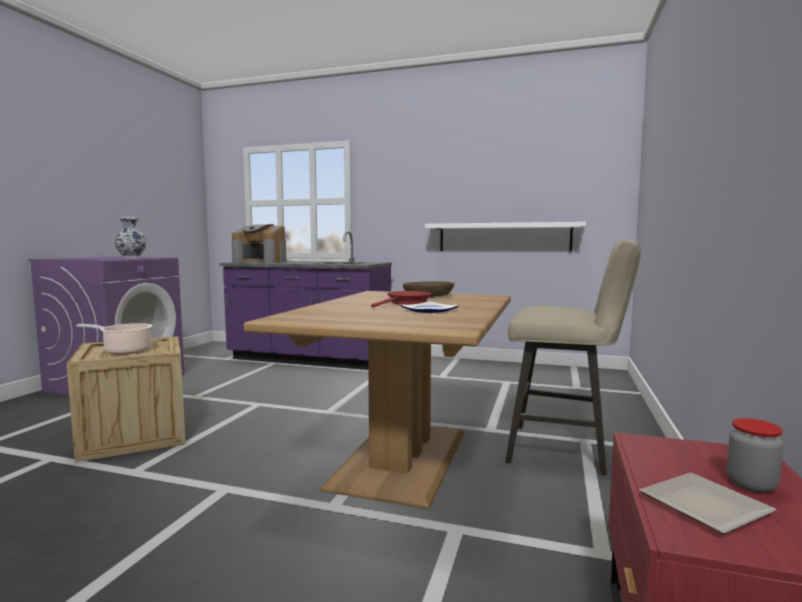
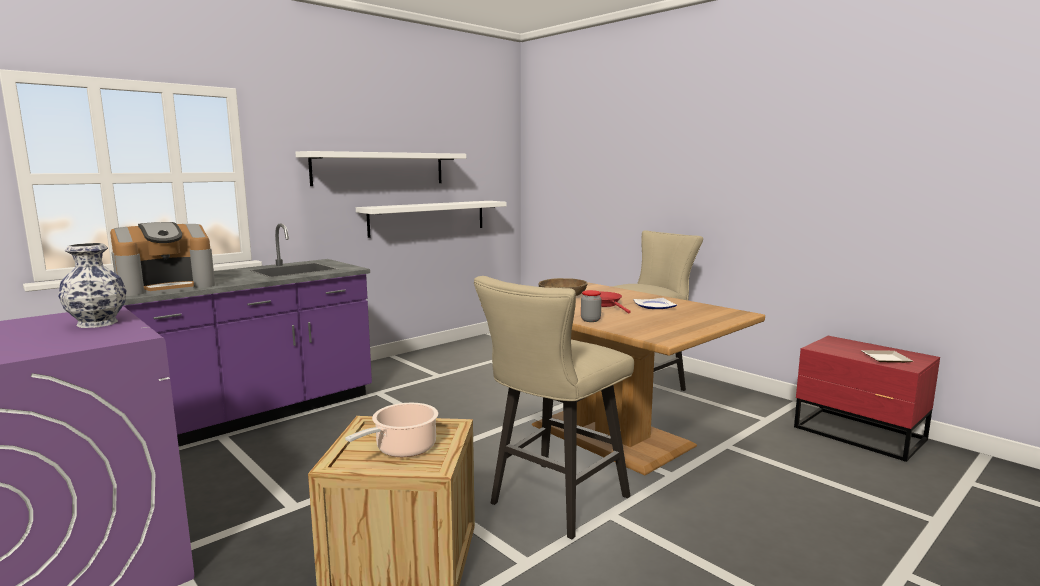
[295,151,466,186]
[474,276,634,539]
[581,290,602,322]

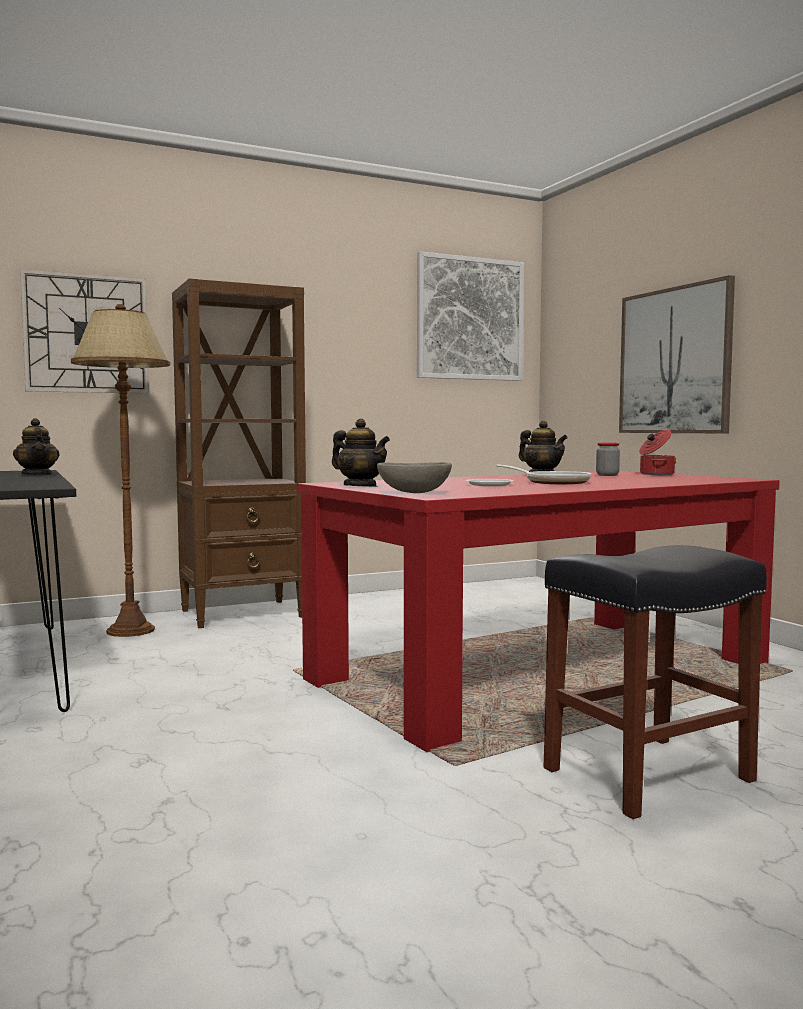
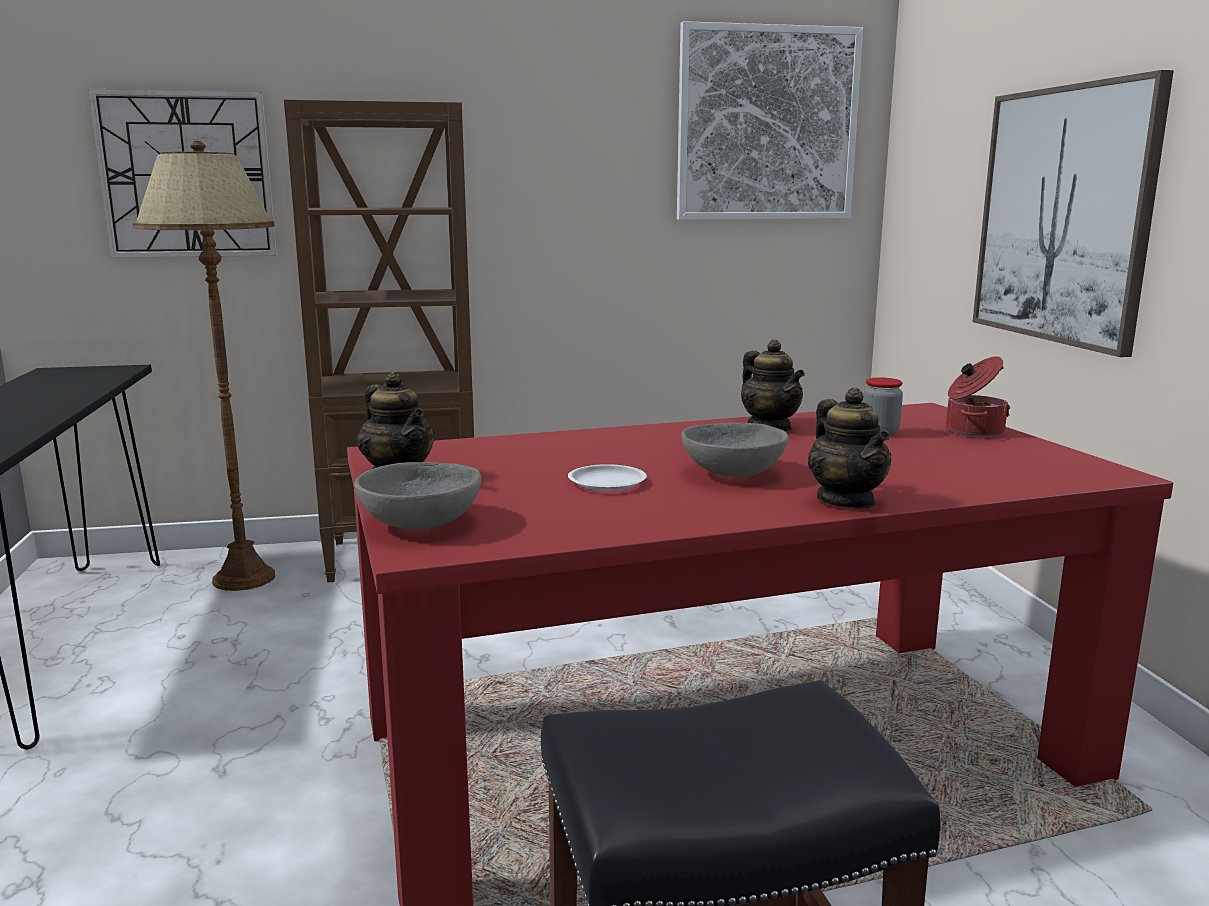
[682,423,789,477]
[808,387,891,509]

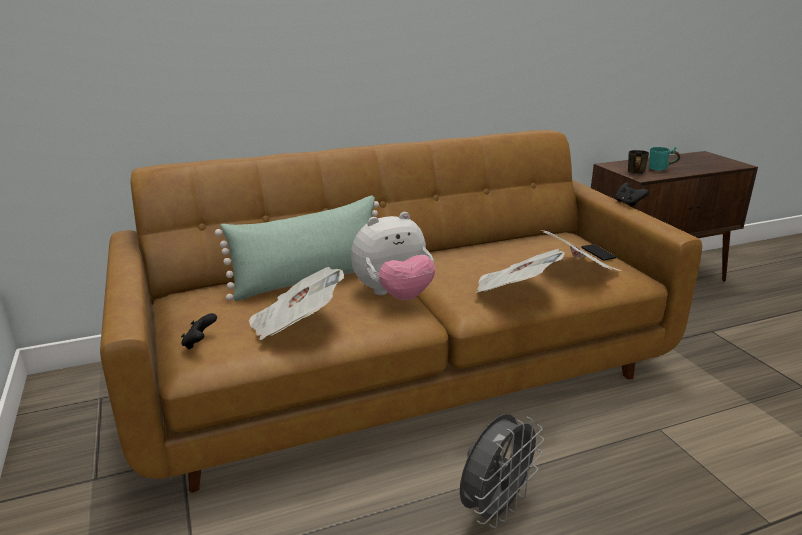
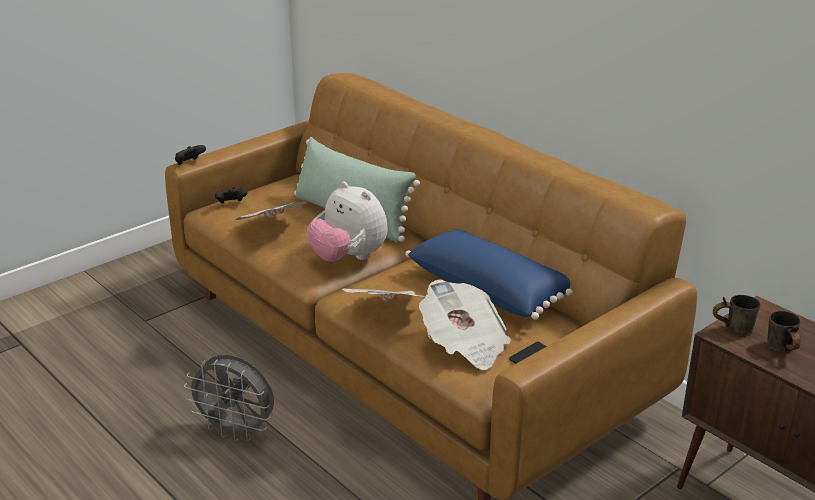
[175,145,206,165]
[405,229,573,320]
[767,311,801,351]

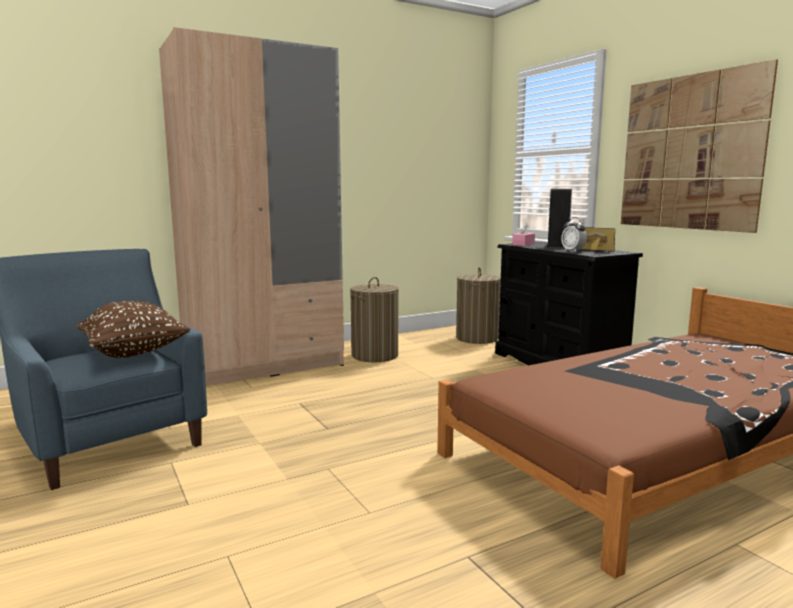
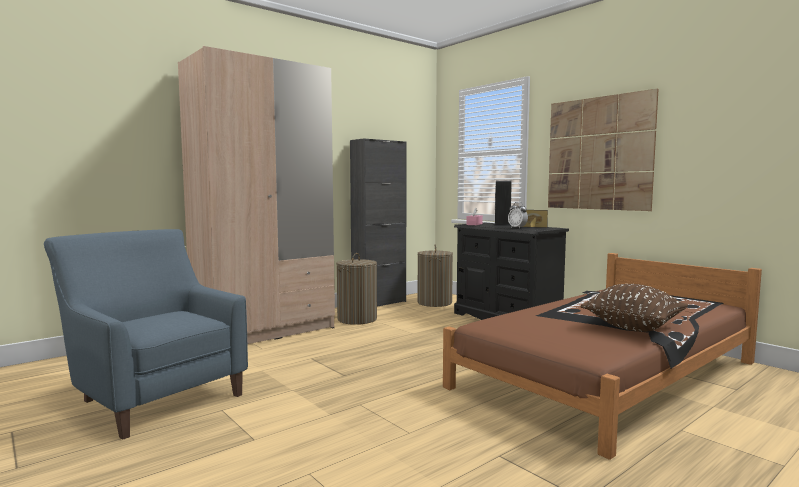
[350,138,407,307]
[581,284,688,332]

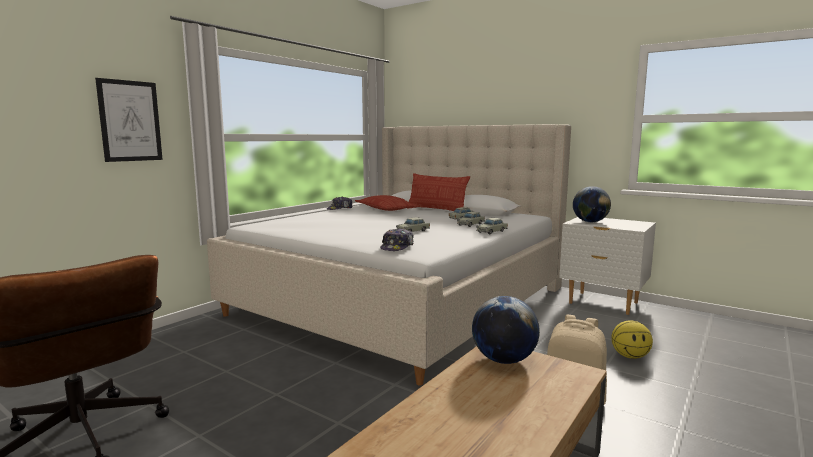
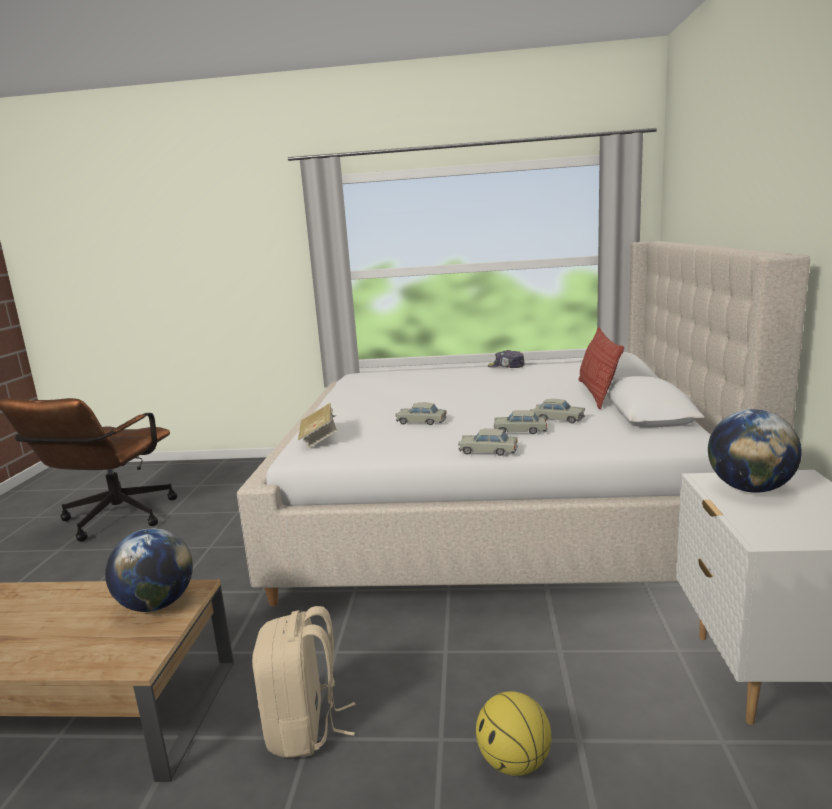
[298,403,337,449]
[95,78,163,162] (first image)
[355,195,419,211] (first image)

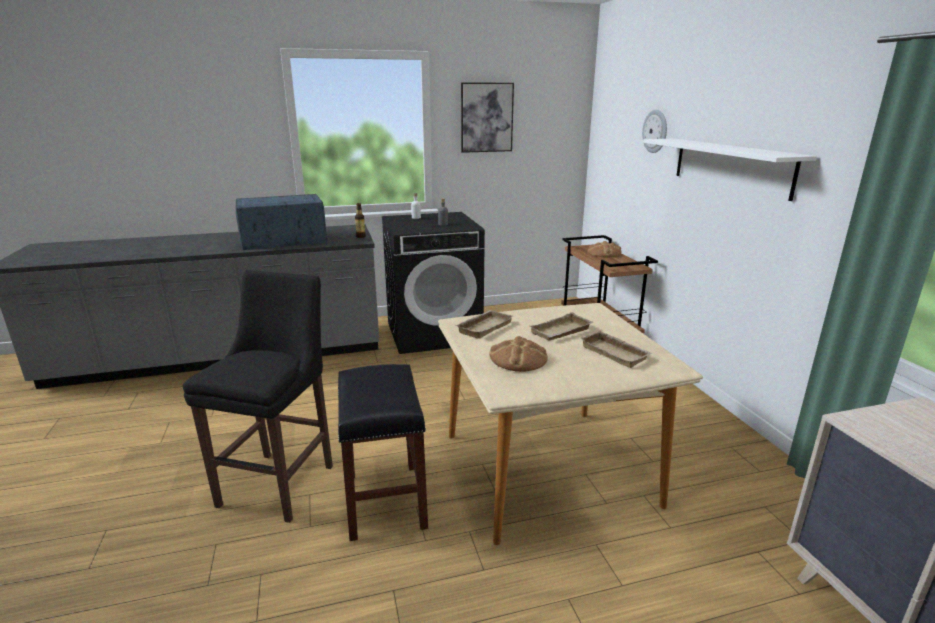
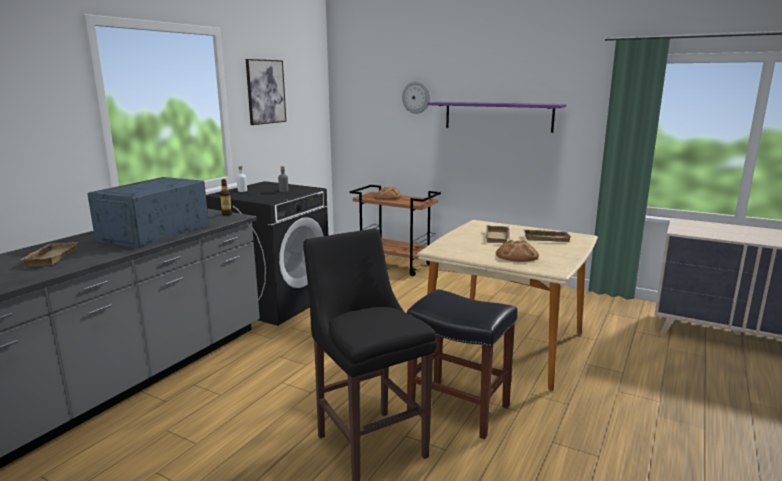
[19,242,78,266]
[427,102,567,133]

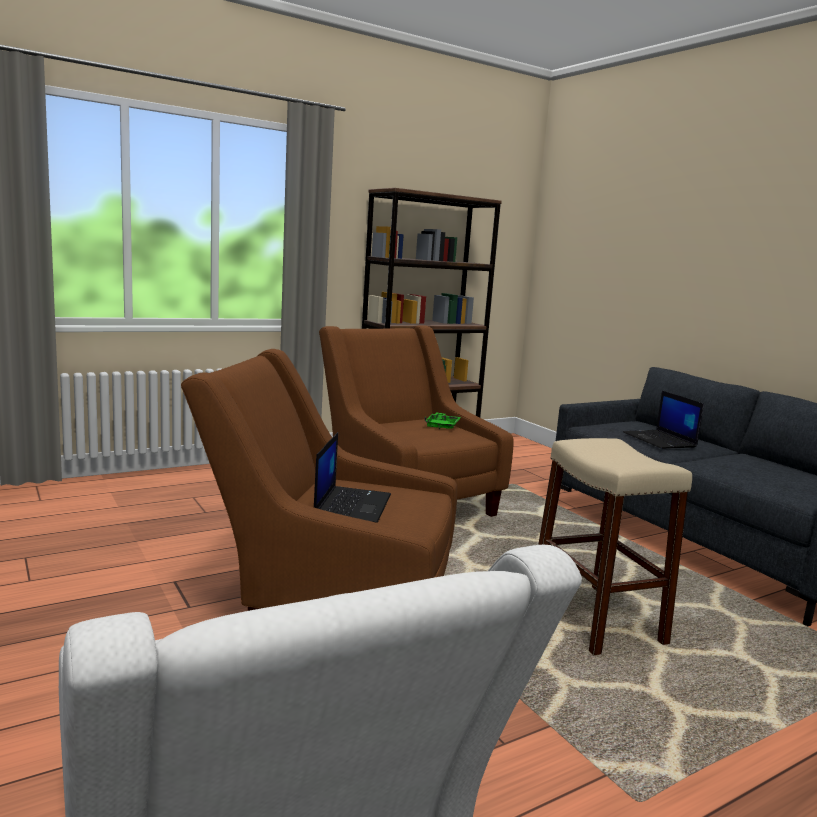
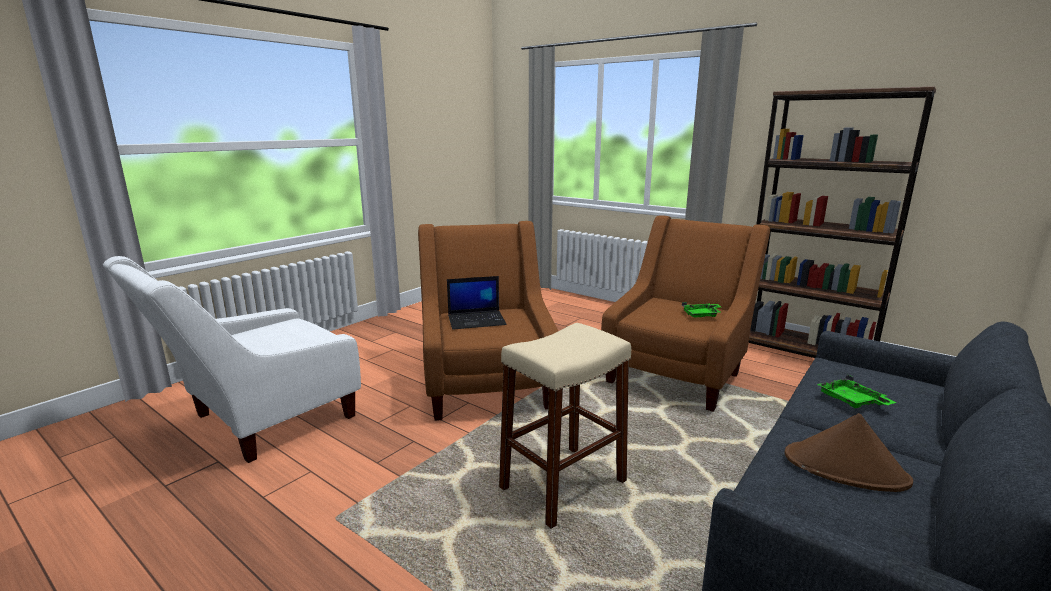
[785,413,913,492]
[817,374,897,408]

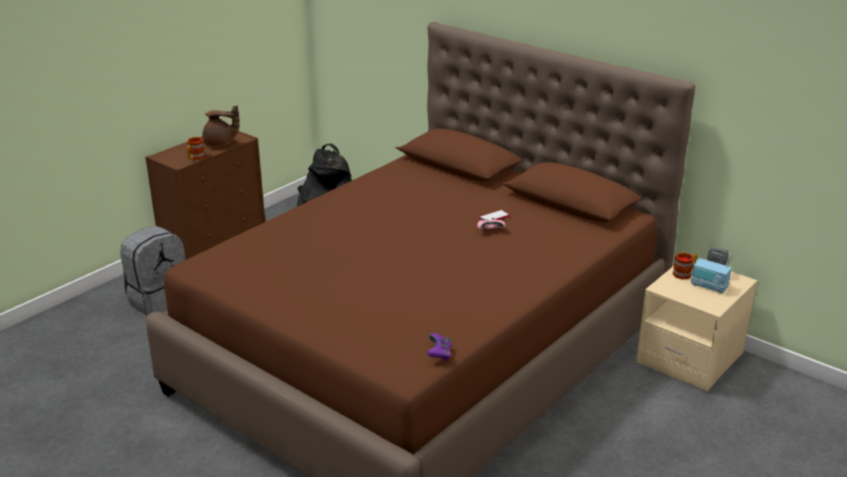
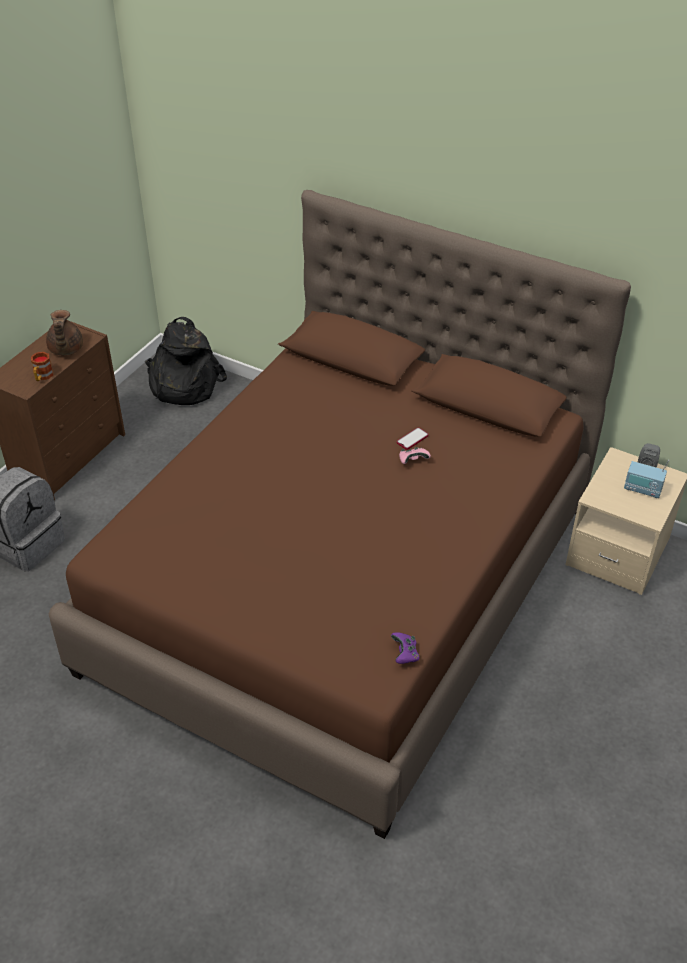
[46,310,83,355]
[673,252,697,280] (first image)

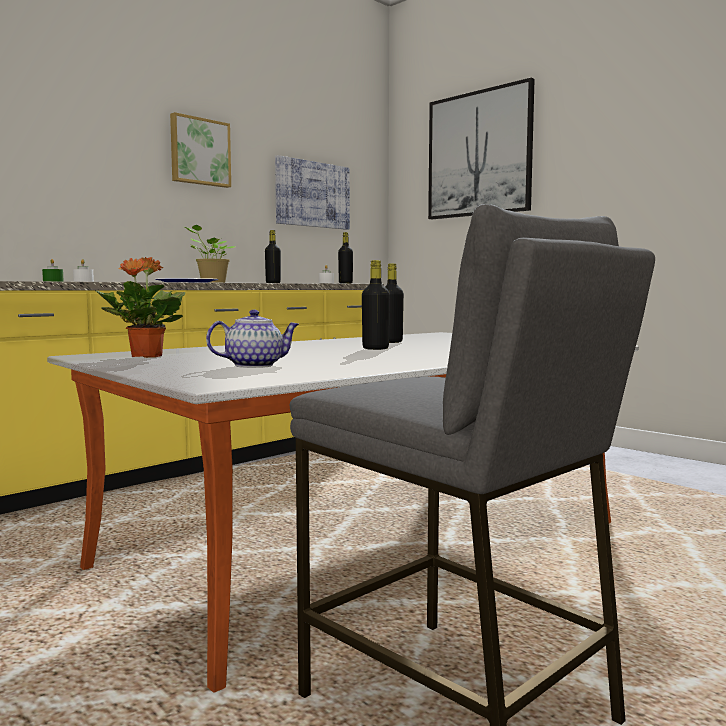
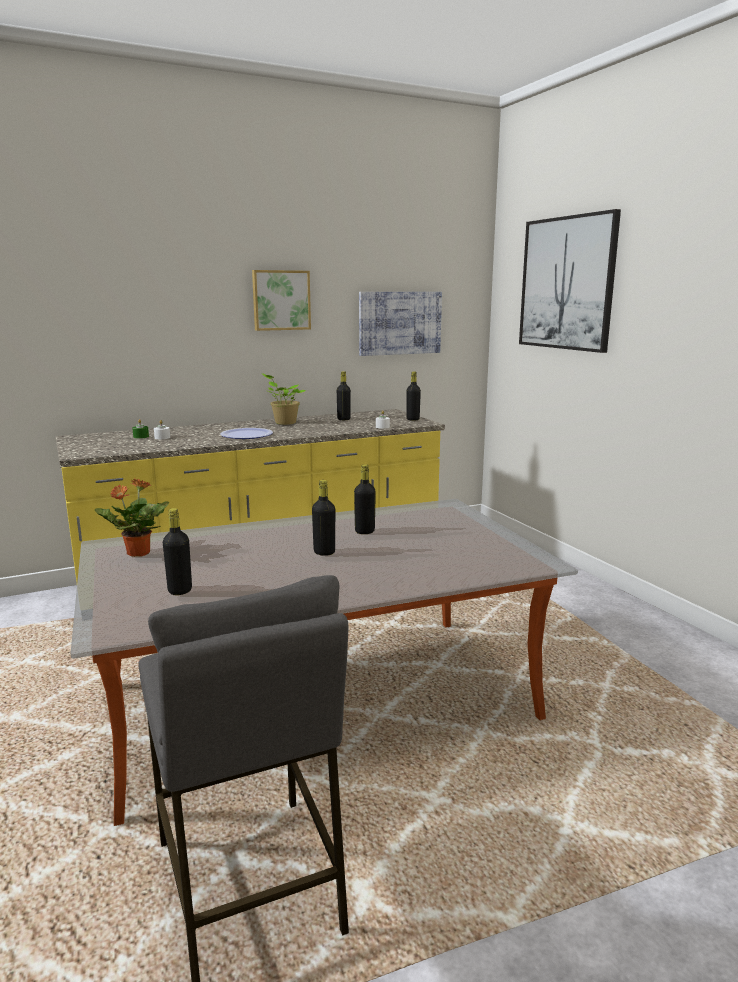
[163,508,192,595]

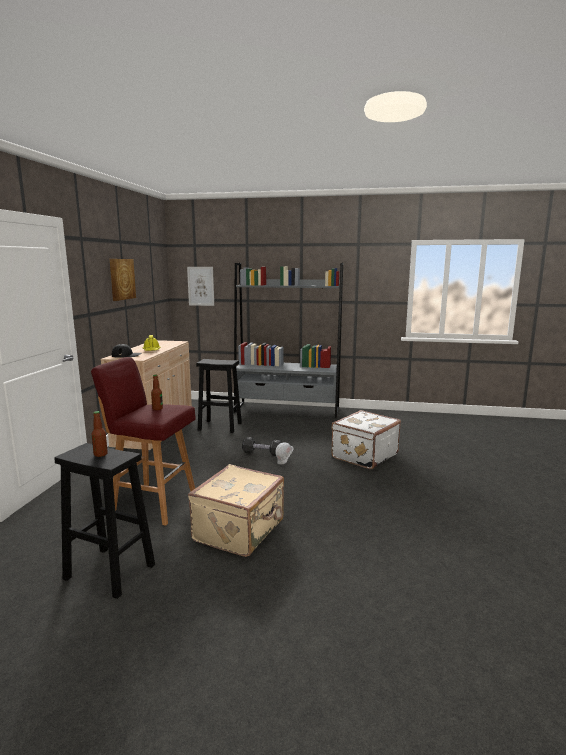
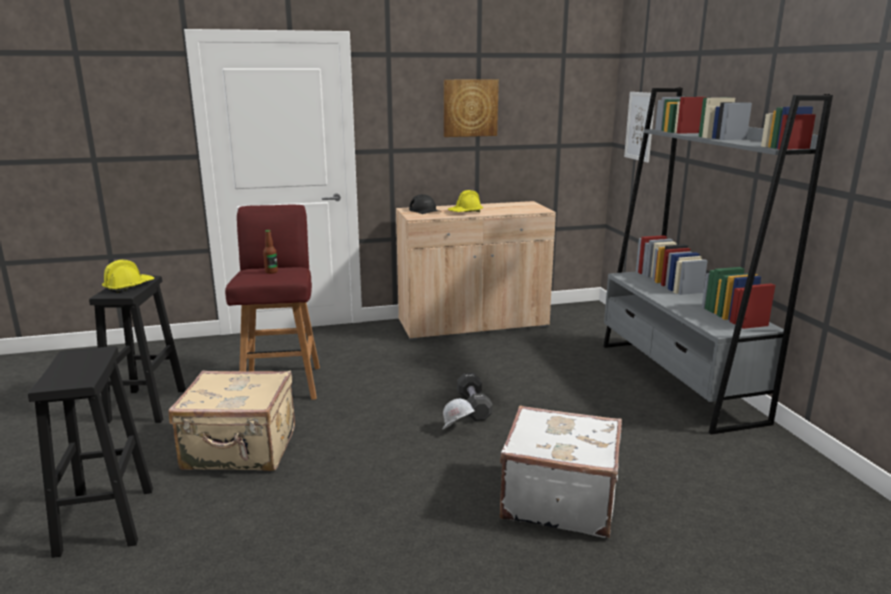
[28,346,153,558]
[102,260,154,293]

